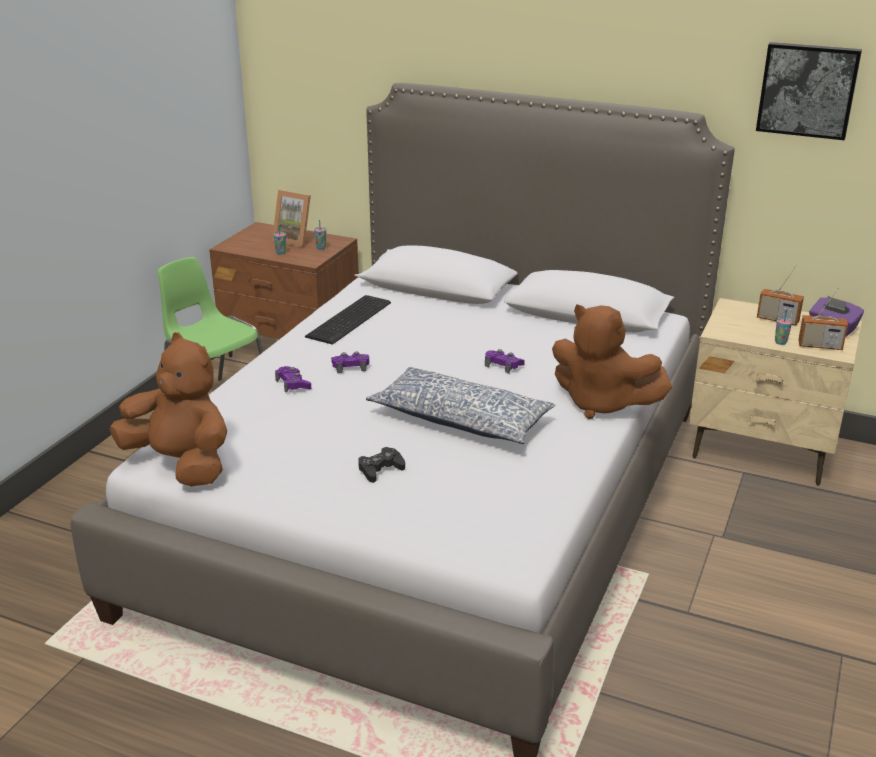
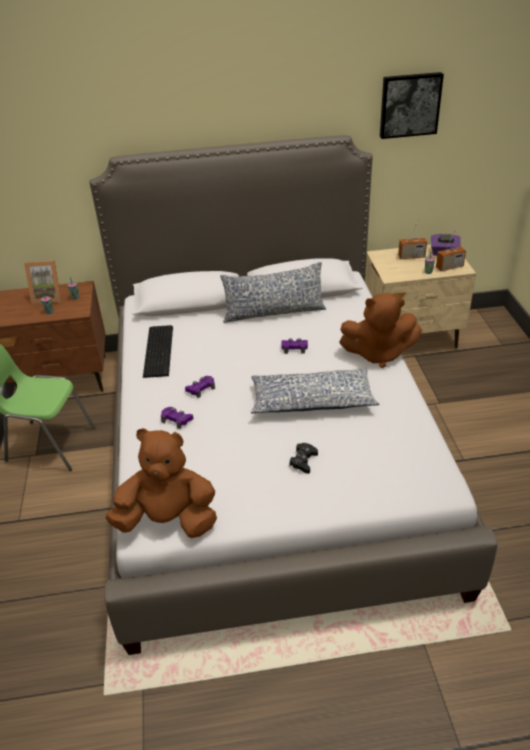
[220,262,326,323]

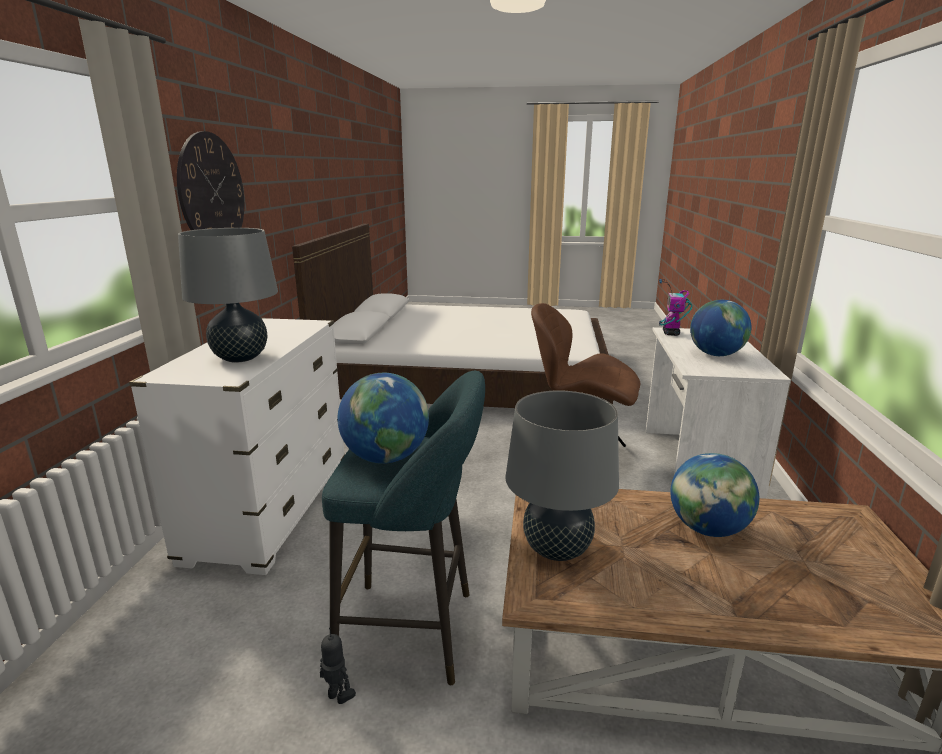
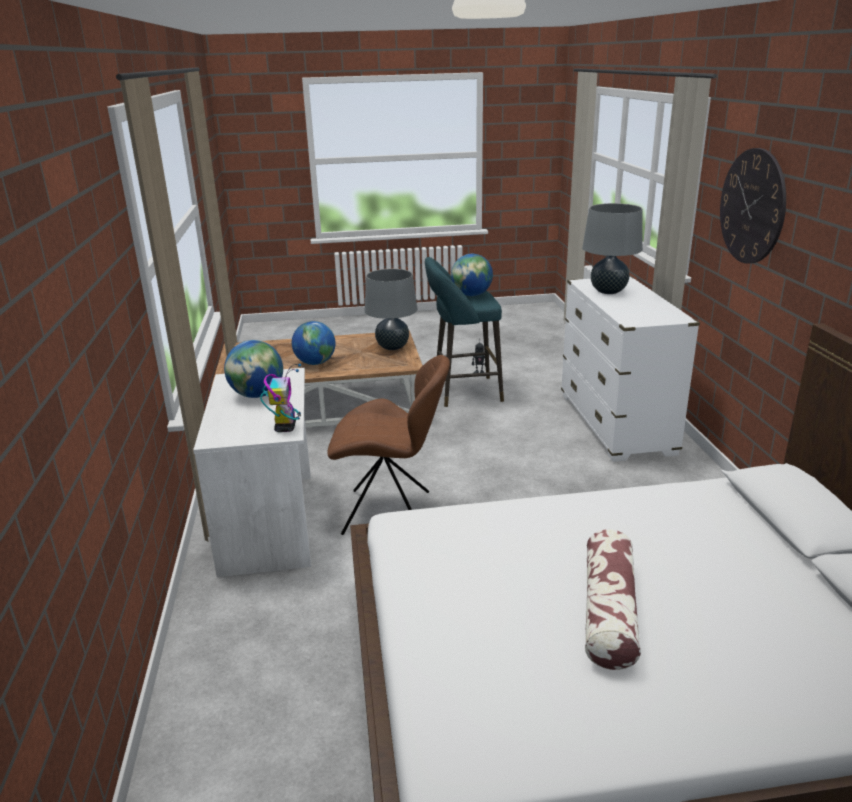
[585,529,641,670]

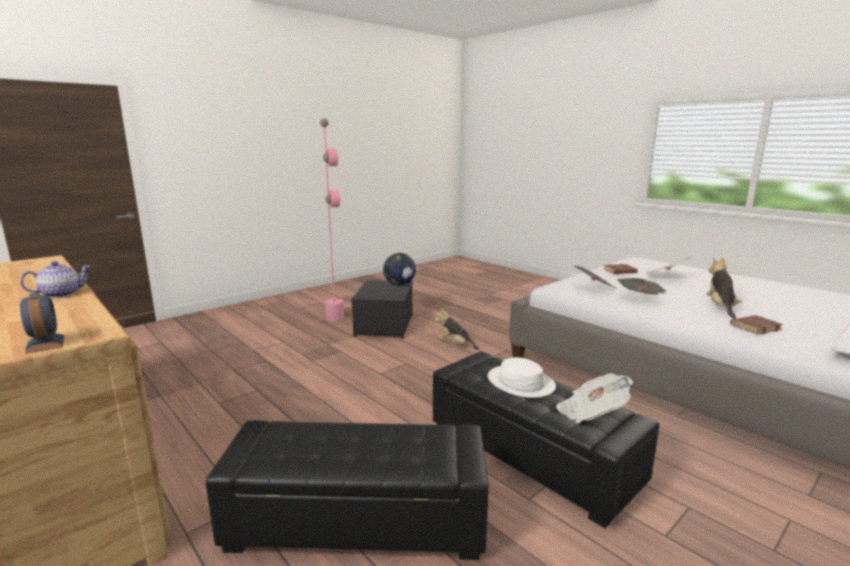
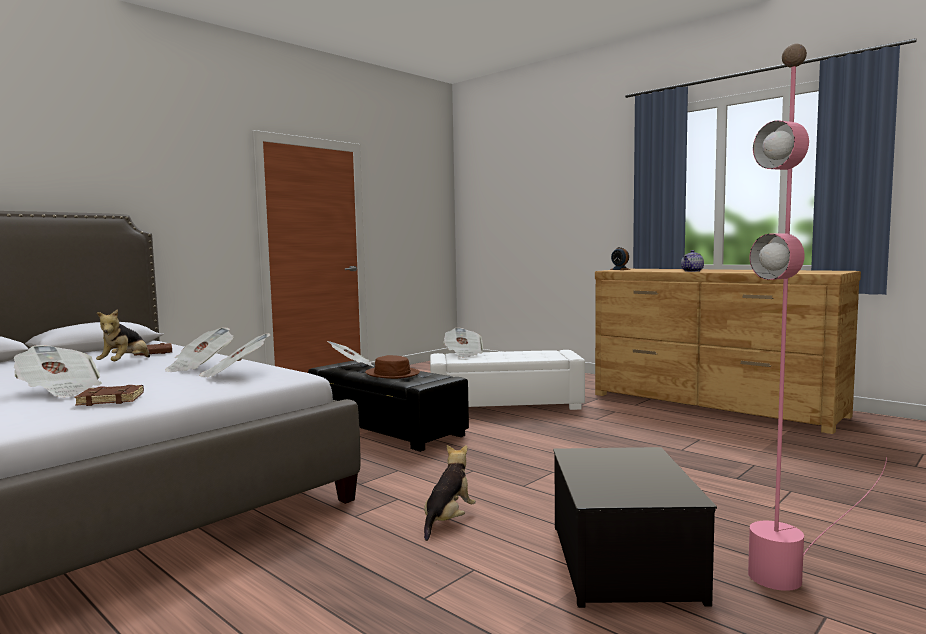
[365,355,420,379]
[424,445,476,541]
[430,350,585,410]
[443,328,483,358]
[383,253,416,286] (first image)

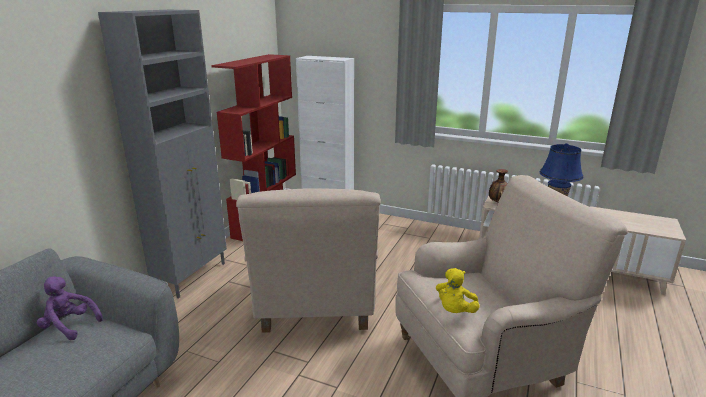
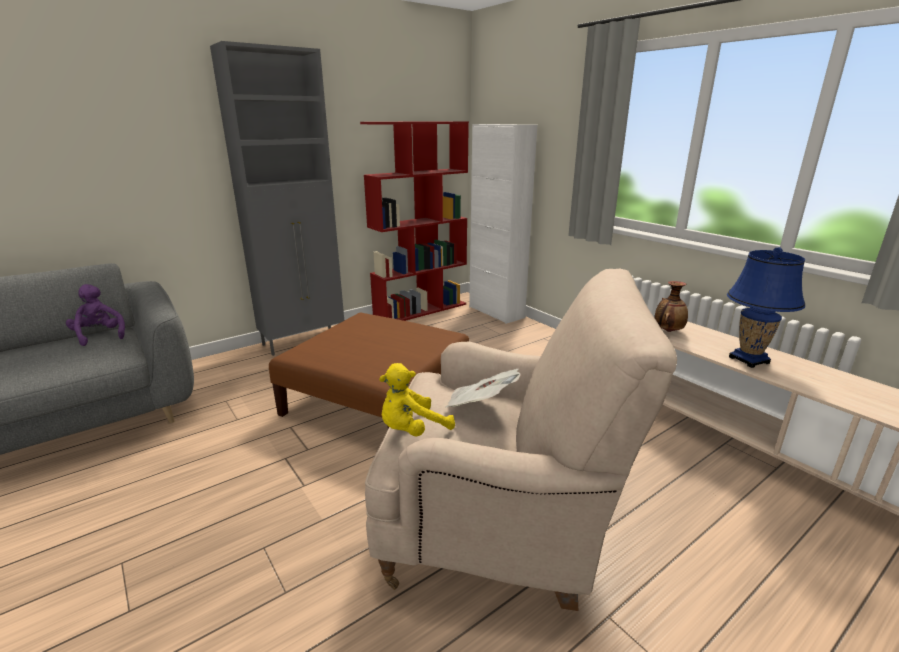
[269,312,469,429]
[445,369,521,408]

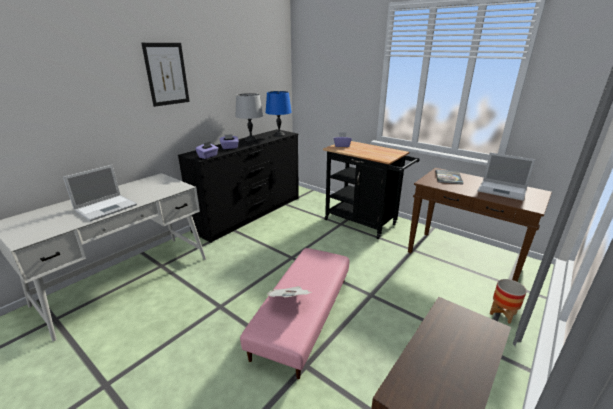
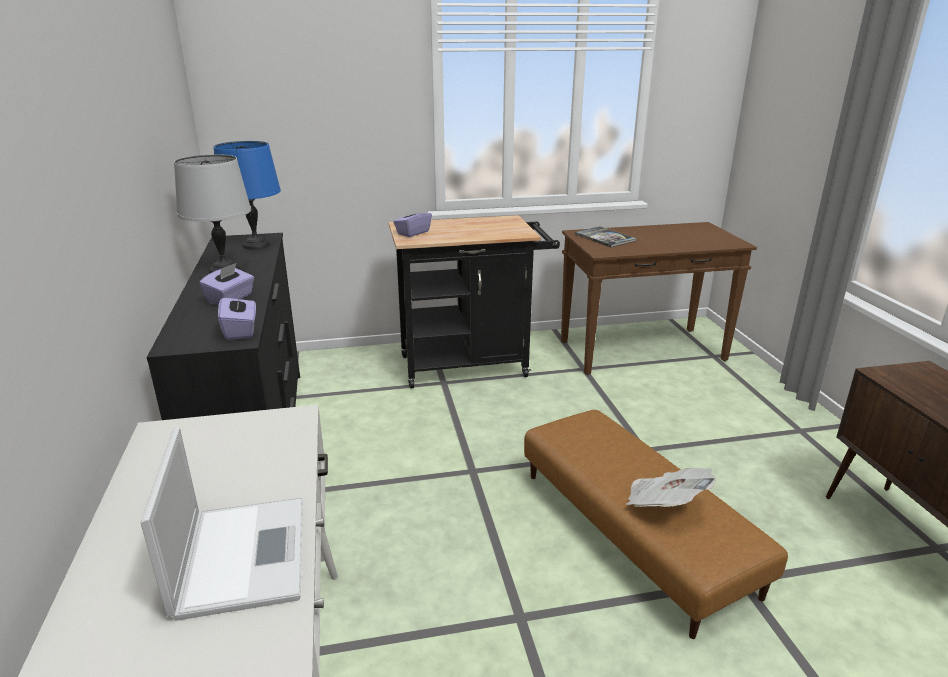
[524,410,788,639]
[141,43,190,107] (first image)
[477,153,536,201] (first image)
[490,279,527,324] (first image)

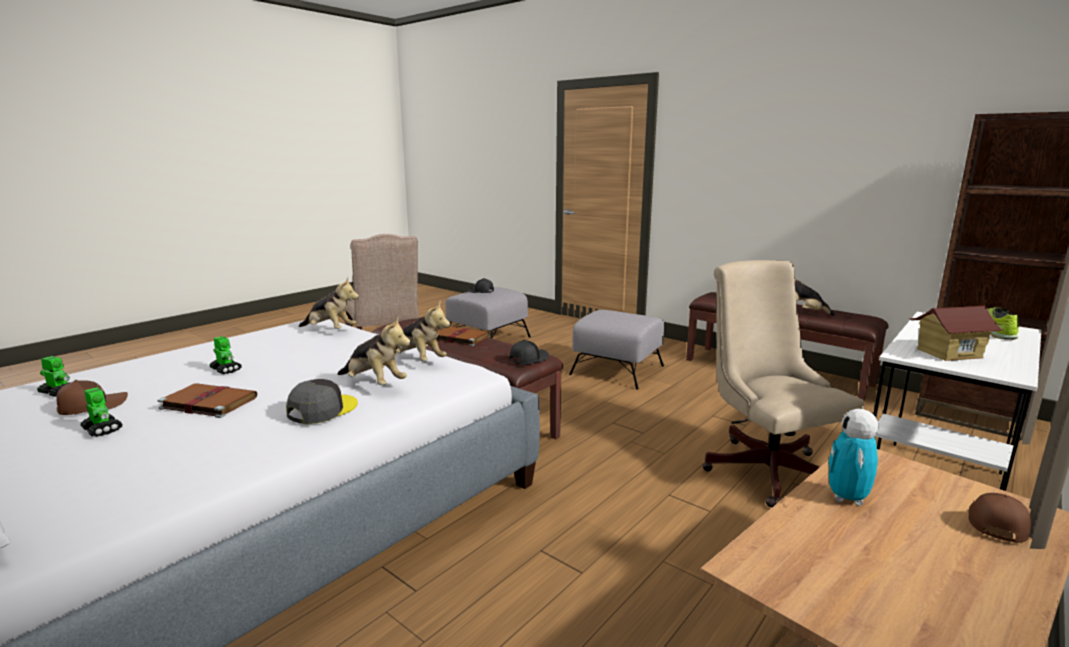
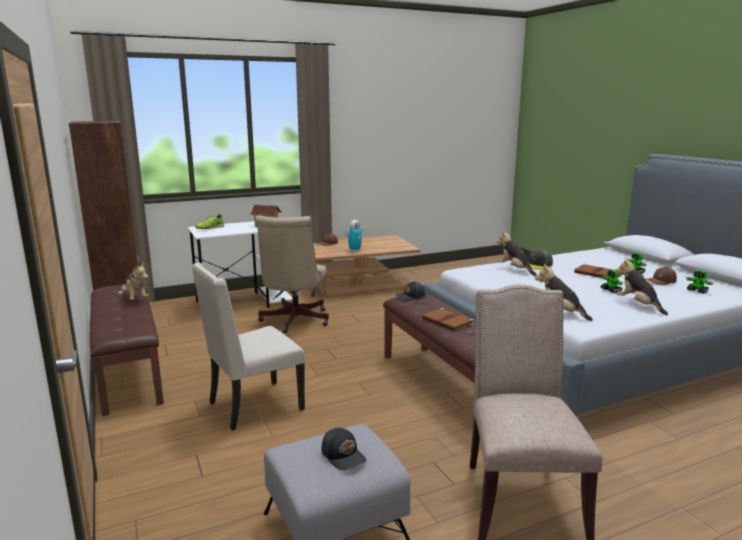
[192,262,305,431]
[615,257,668,315]

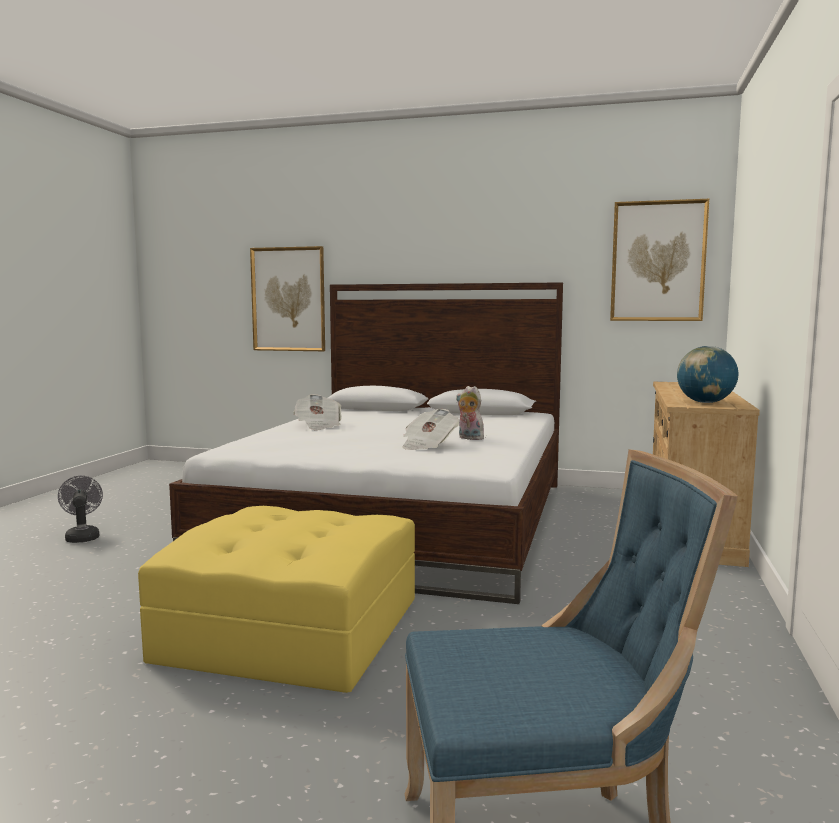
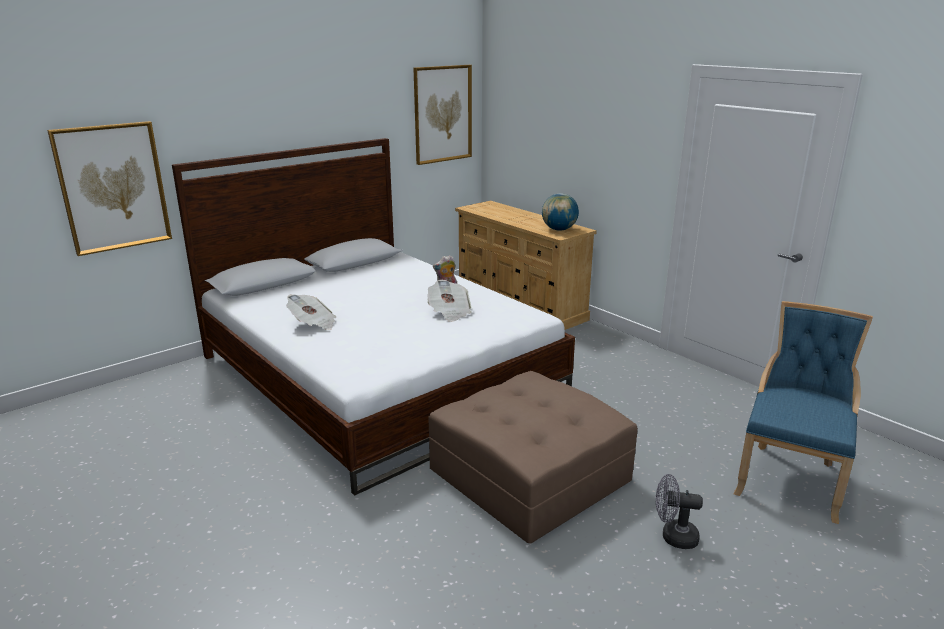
[428,371,638,543]
[656,474,703,549]

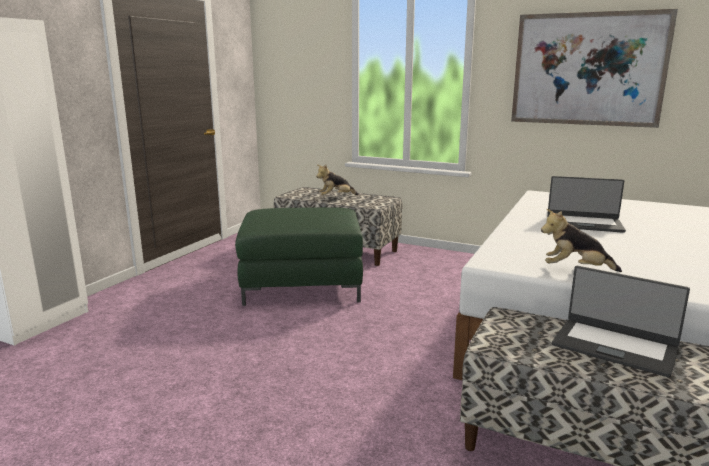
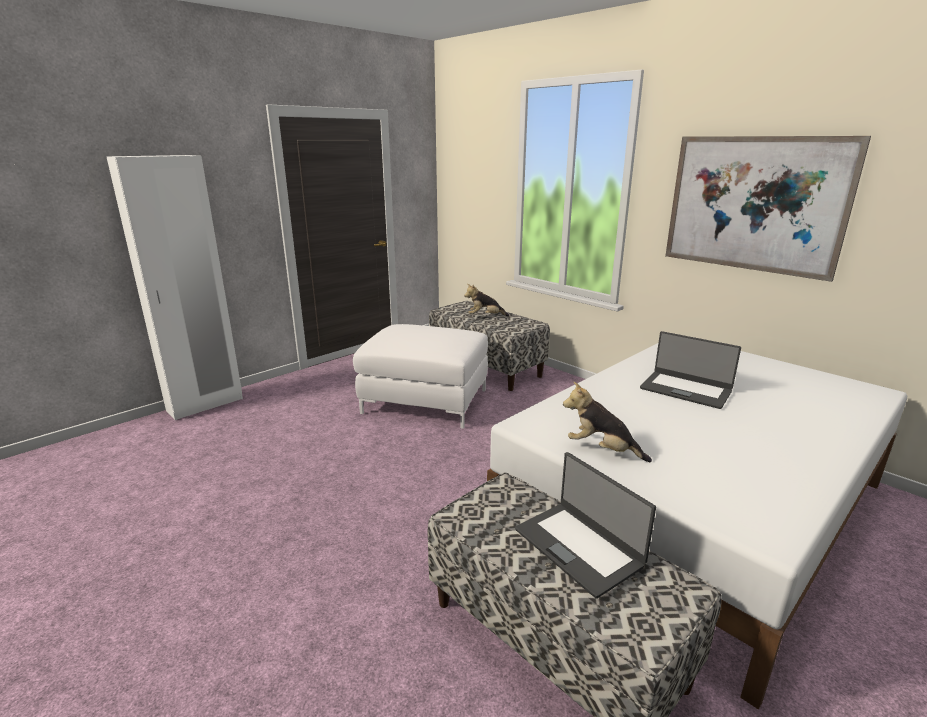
[353,324,488,429]

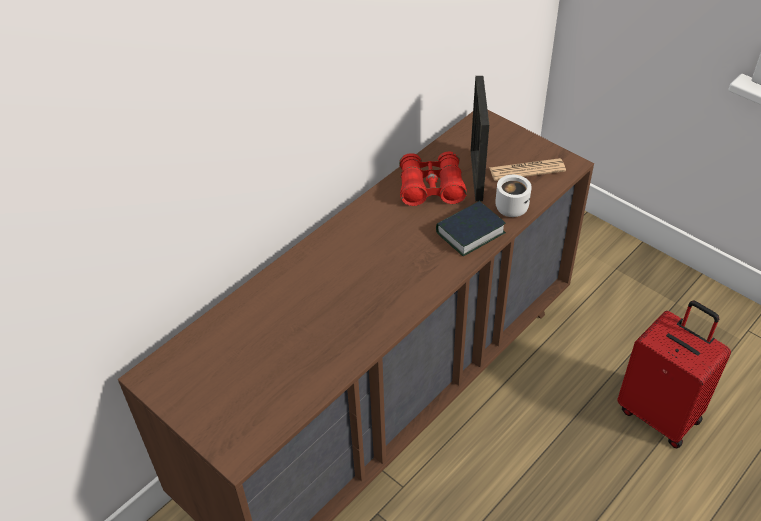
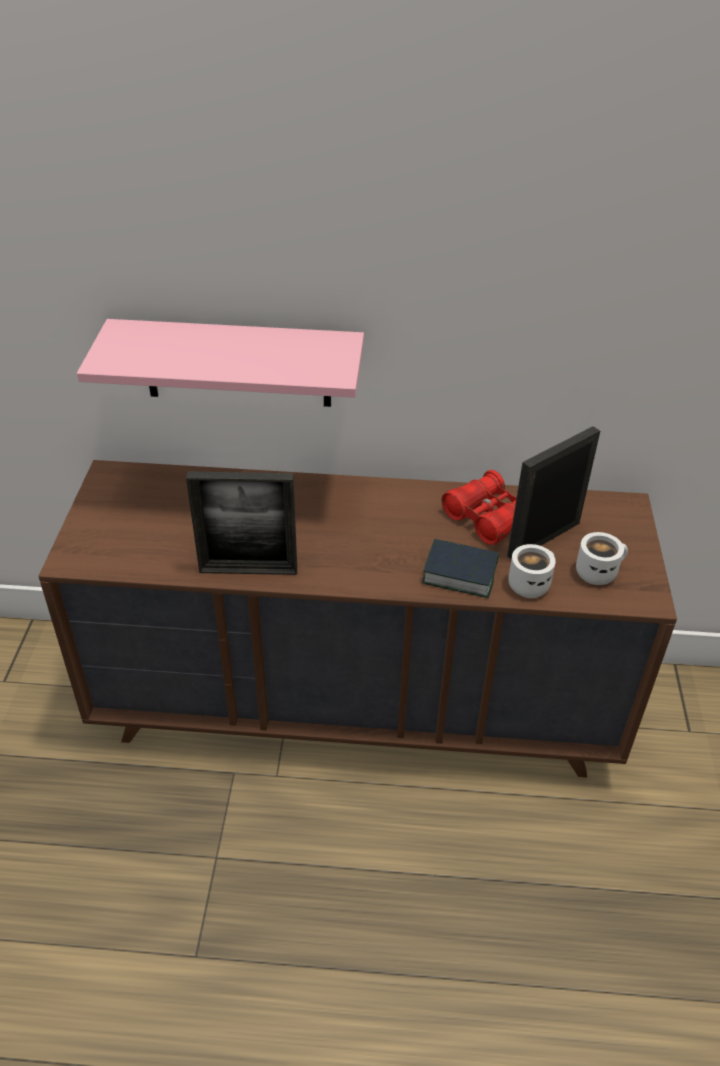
[77,319,364,407]
[186,471,297,575]
[576,532,628,585]
[617,300,731,448] (first image)

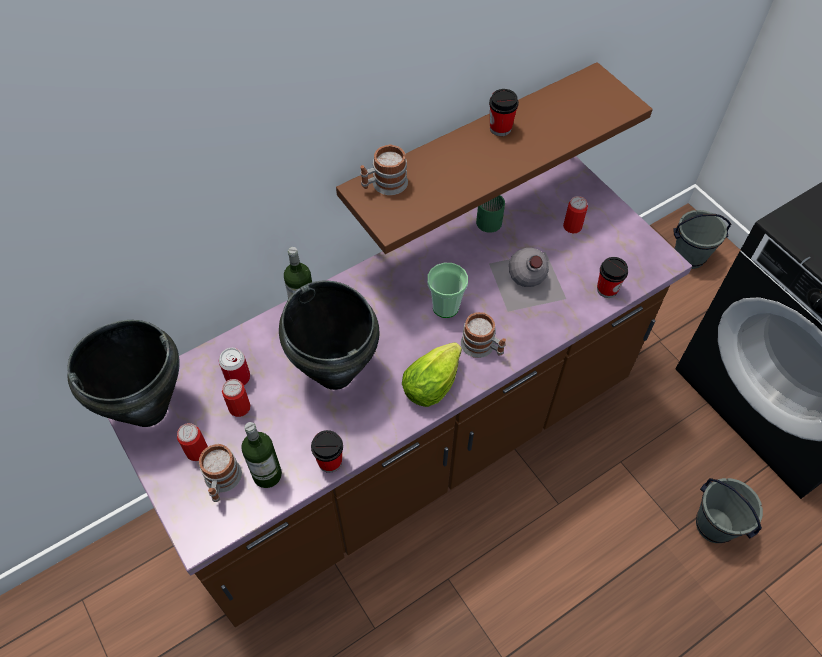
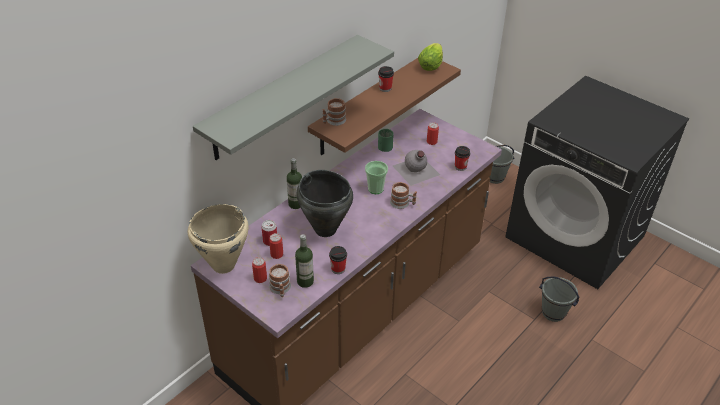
[188,204,249,274]
[193,35,394,160]
[418,43,443,71]

